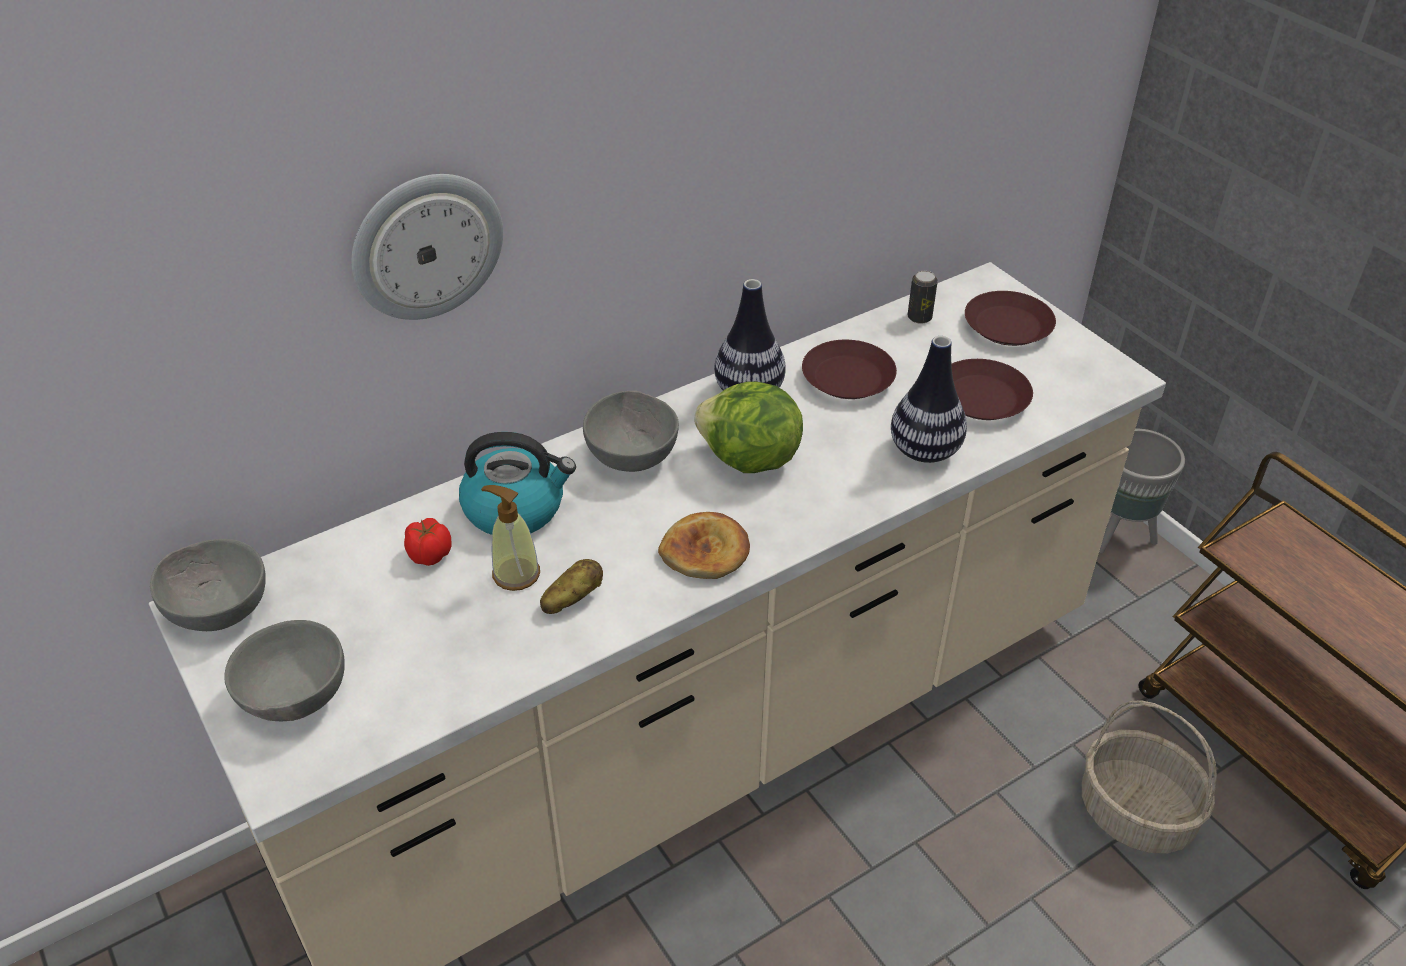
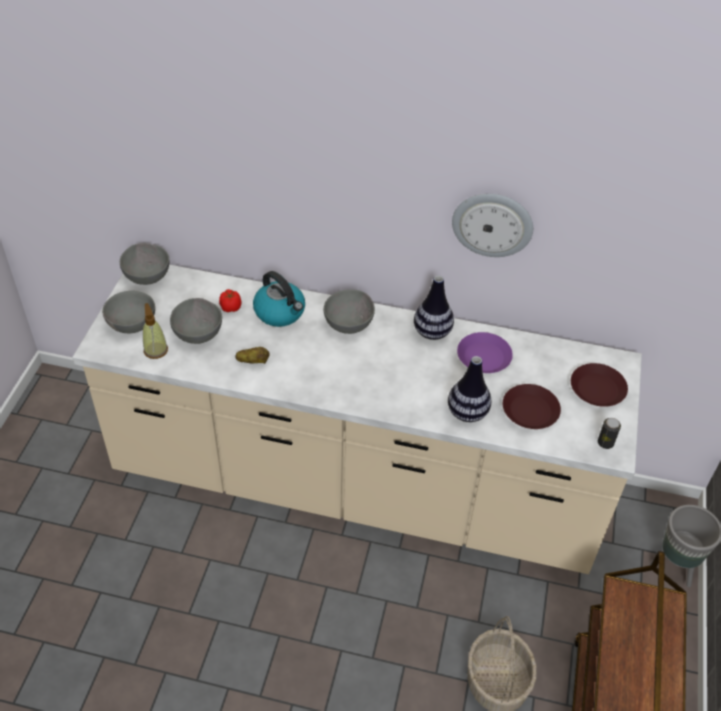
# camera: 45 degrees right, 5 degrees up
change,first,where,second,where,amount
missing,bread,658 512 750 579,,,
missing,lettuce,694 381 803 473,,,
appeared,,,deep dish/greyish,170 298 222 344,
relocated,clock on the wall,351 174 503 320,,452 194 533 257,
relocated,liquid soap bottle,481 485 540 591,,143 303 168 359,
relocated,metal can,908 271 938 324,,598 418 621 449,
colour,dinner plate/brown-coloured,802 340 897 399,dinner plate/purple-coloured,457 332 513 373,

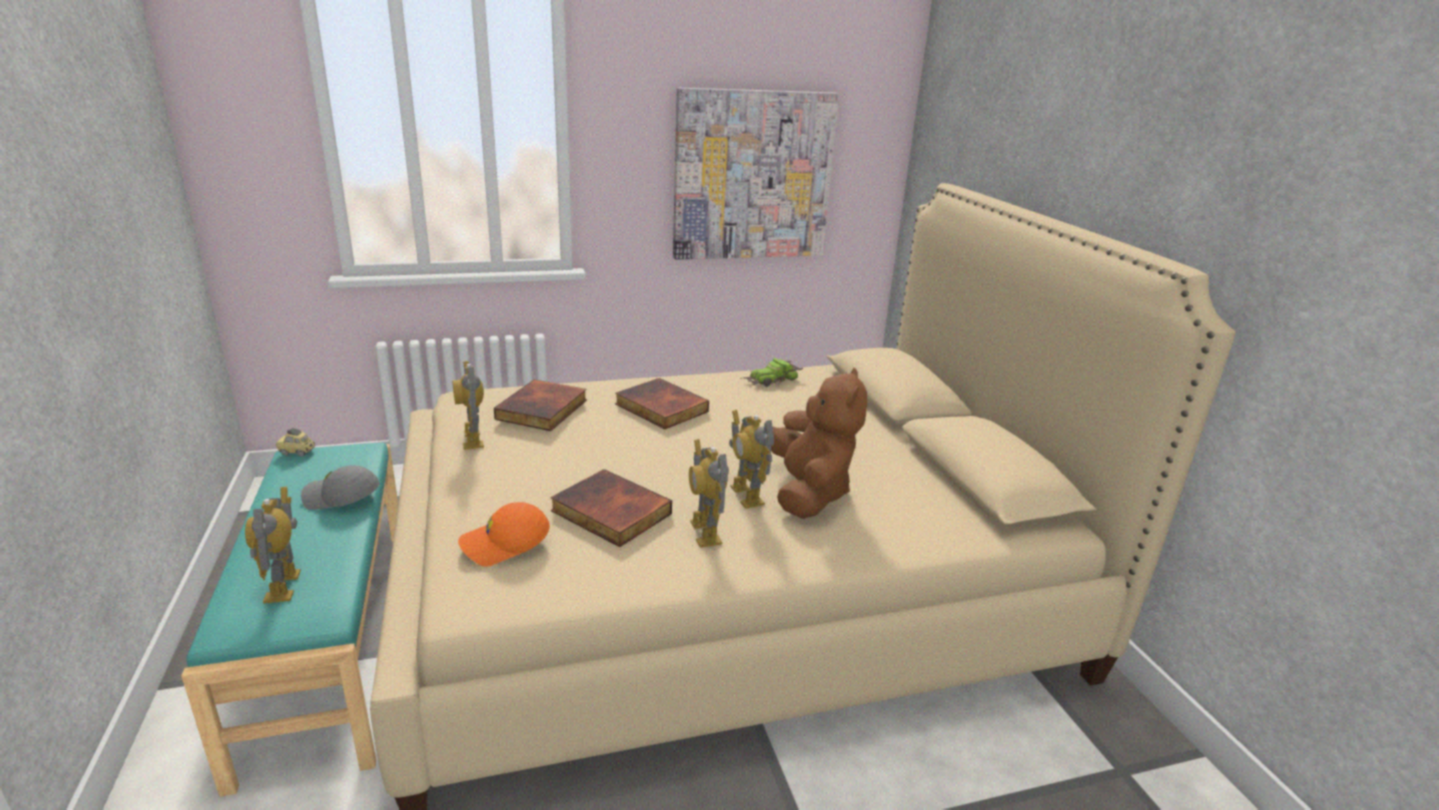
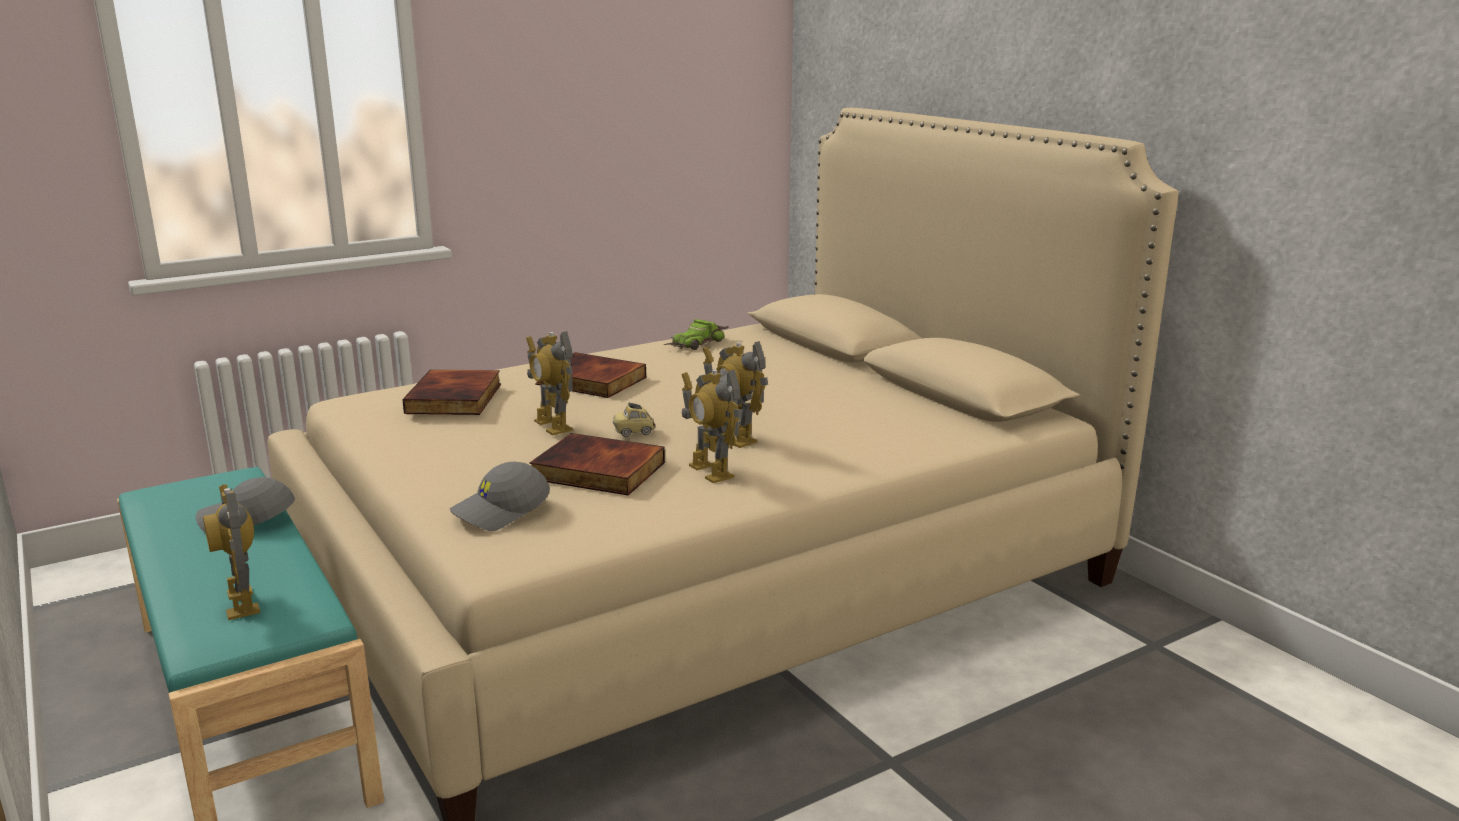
# camera: 15 degrees left, 5 degrees down
change,first,where,second,where,amount
missing,wall picture,673 88 839 260,,,
missing,cuddly toy/brown-coloured,771 368 867 519,,,
relocated,toy car,276 428 316 456,,613 403 655 437,
relocated,model robot,452 361 484 450,,526 331 573 435,
colour,cap/orangey,458 502 550 567,cap/greyish,450 462 550 531,

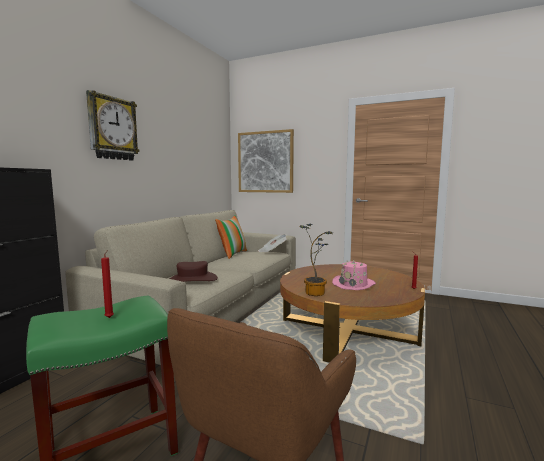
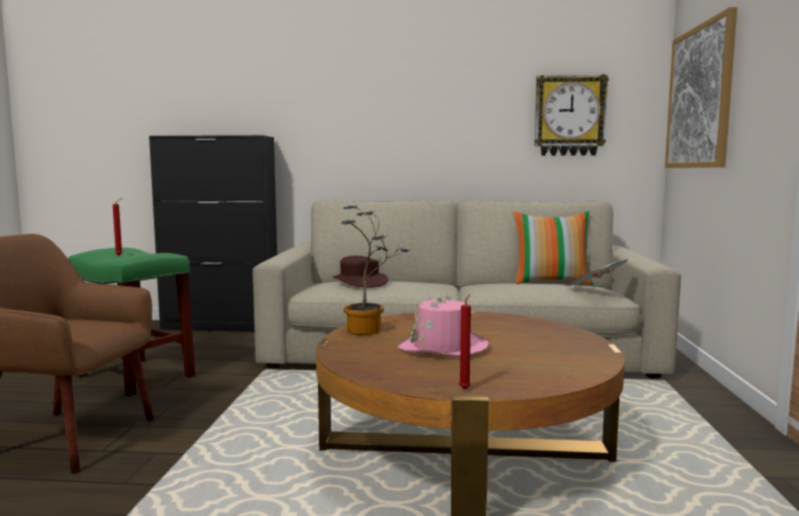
# camera: 70 degrees right, 0 degrees up
change,first,where,second,where,amount
relocated,clock on the wall,86 90 140 161,,534 74 609 156,

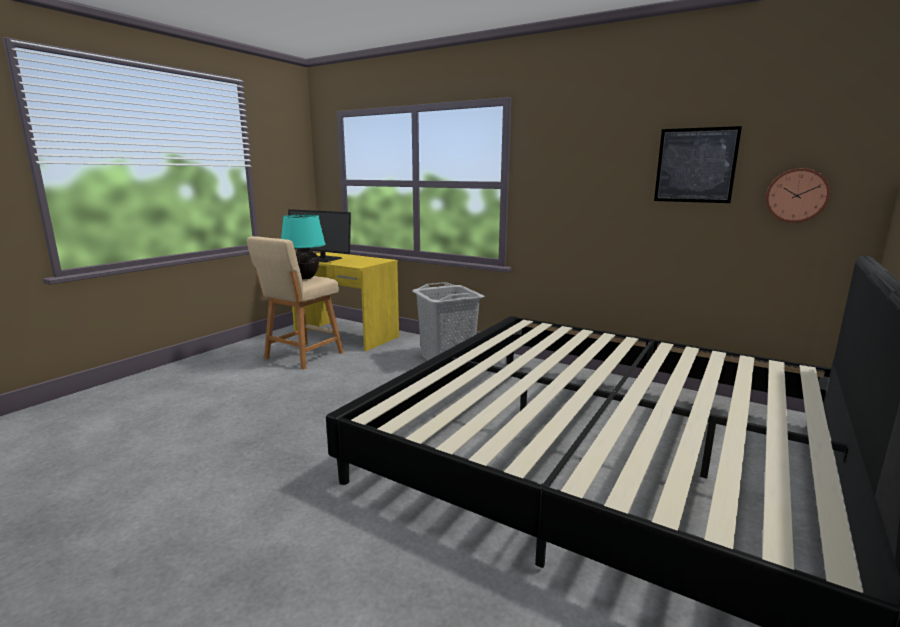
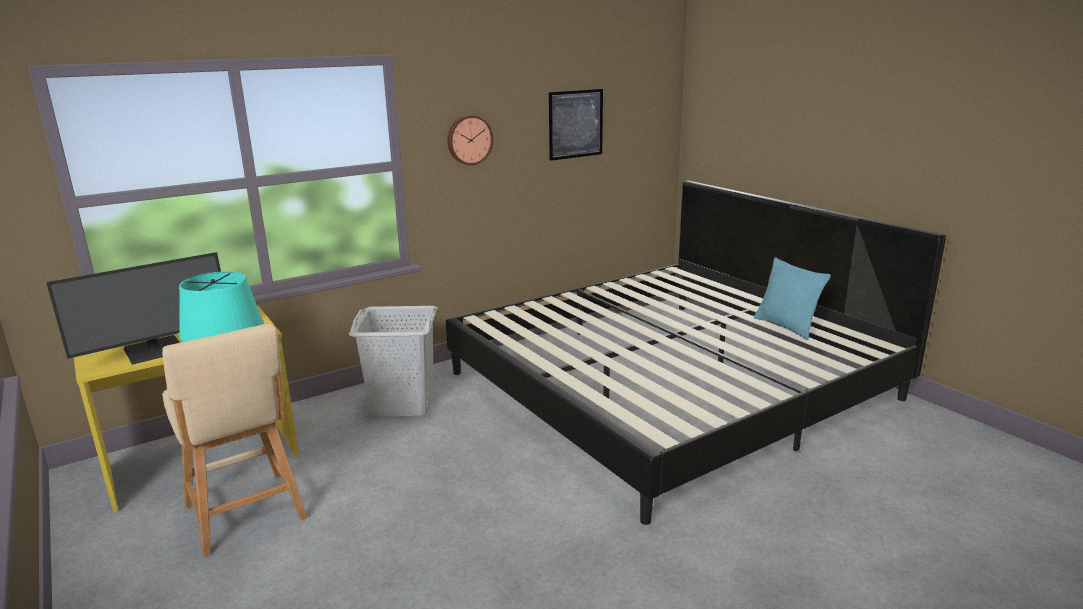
# camera: 65 degrees left, 5 degrees up
change,first,where,second,where,amount
appeared,,,cushion/turquoise,754 257 831 340,
relocated,clock on the wall,766 168 830 223,,447 115 493 165,

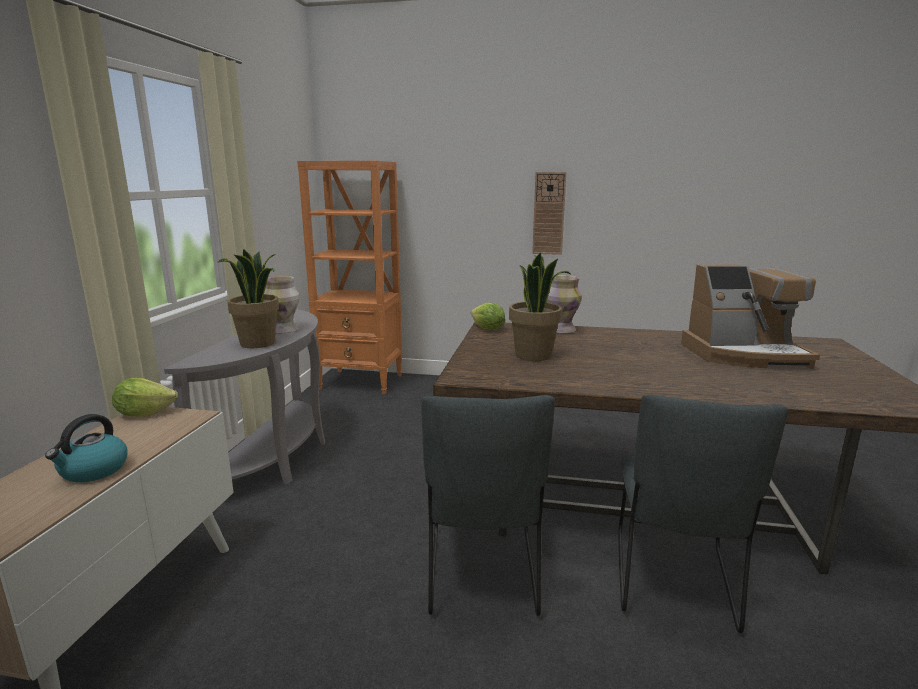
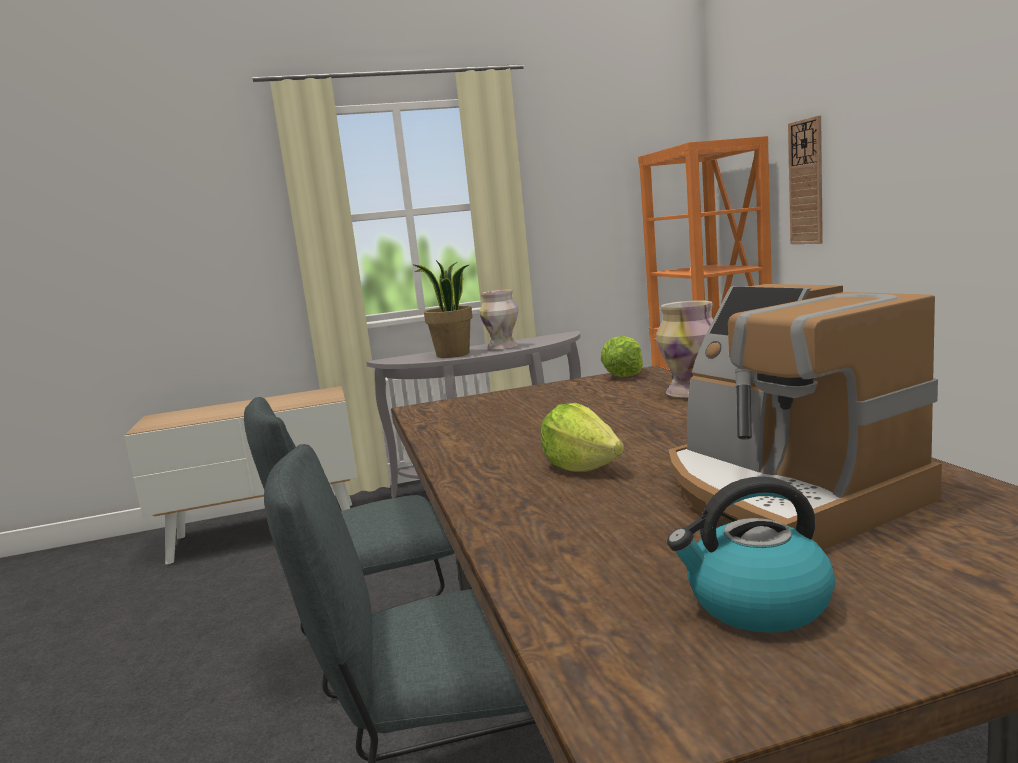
# camera: 65 degrees right, 5 degrees down
change,first,where,second,where,amount
missing,houseplant,509 252 571 361,,,
relocated,kettle,45 414 128 482,,667 476 835 633,
relocated,lettuce,112 378 178 417,,541 403 624 472,
relocated,clock on the wall,532 172 566 255,,788 115 823 244,

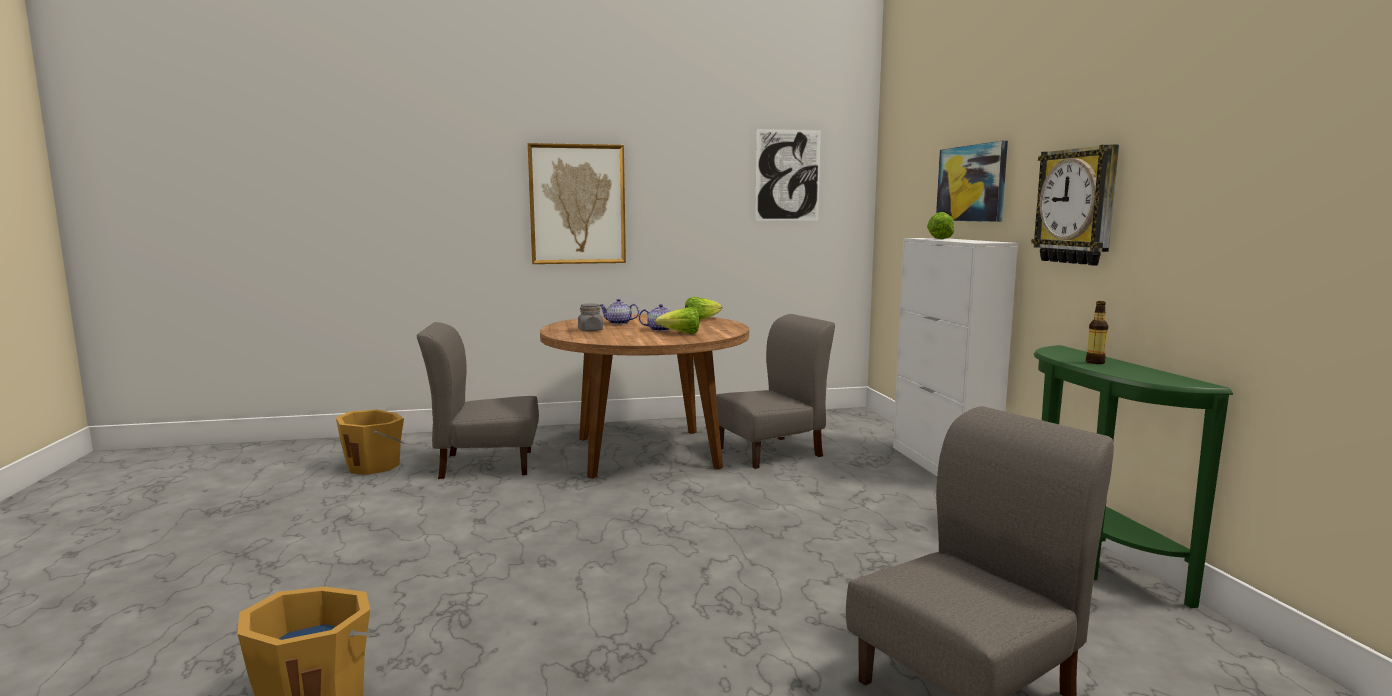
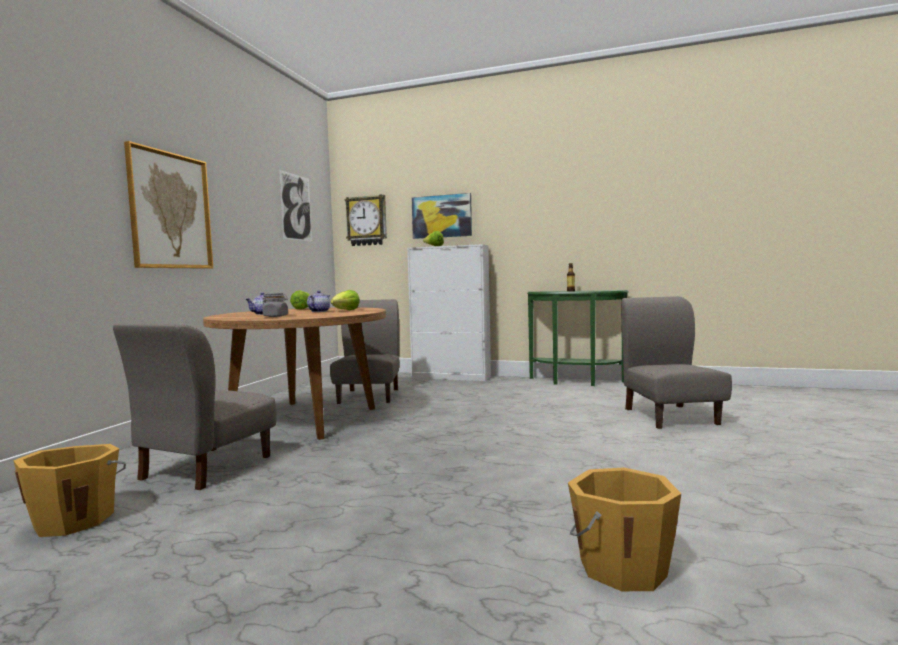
# camera: 60 degrees left, 5 degrees down
change,first,where,second,where,amount
relocated,clock on the wall,1031 144 1119 266,,345 195 387 246,

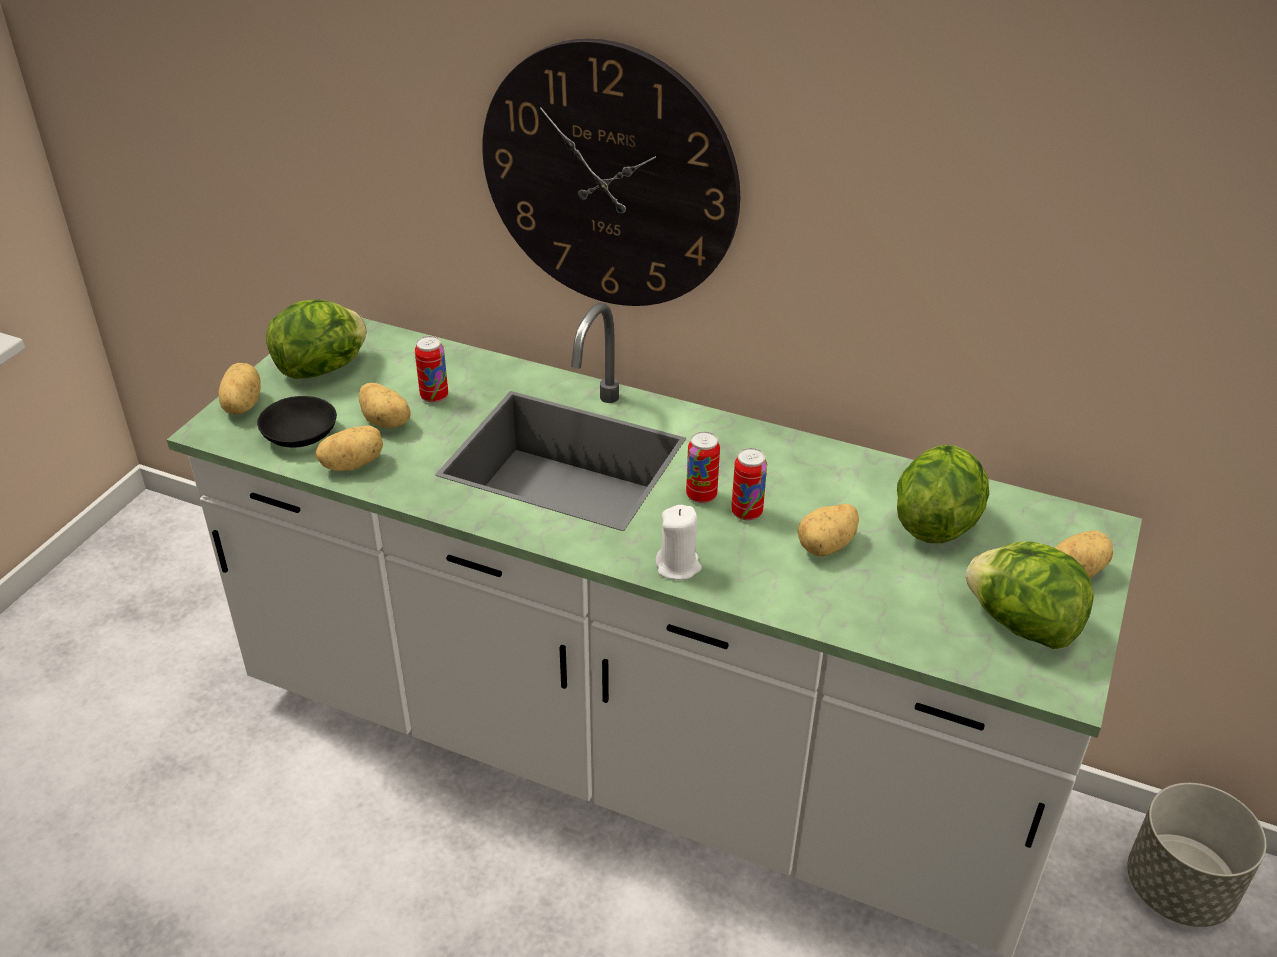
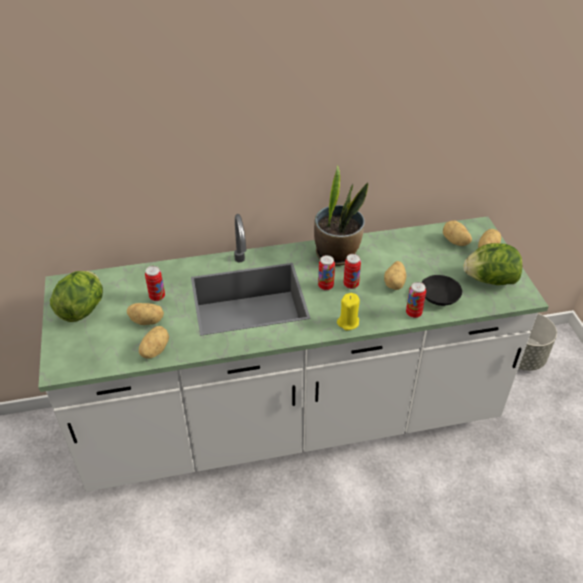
# camera: 35 degrees left, 5 degrees up
change,first,where,second,where,amount
missing,clock on the wall,482 39 740 306,,,
missing,lettuce,897 445 989 543,,,
appeared,,,houseplant,314 165 368 266,
appeared,,,metal can,406 282 426 318,
relocated,whole potato,218 363 260 414,,443 220 472 246,
relocated,deep dish/black-coloured,257 396 337 448,,421 275 462 306,
colour,wax light/white,656 505 702 580,wax light/yellow-coloured,337 293 360 330,

